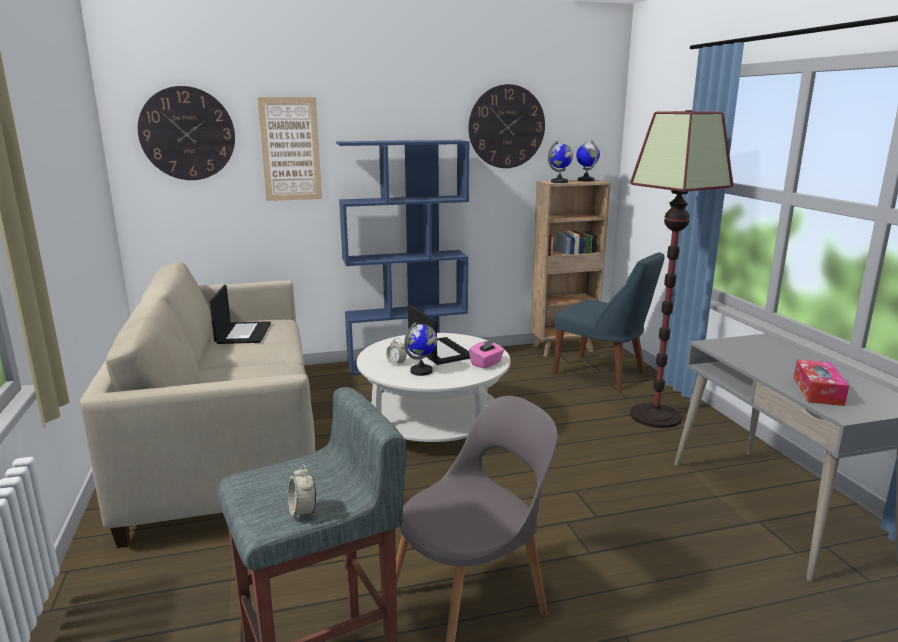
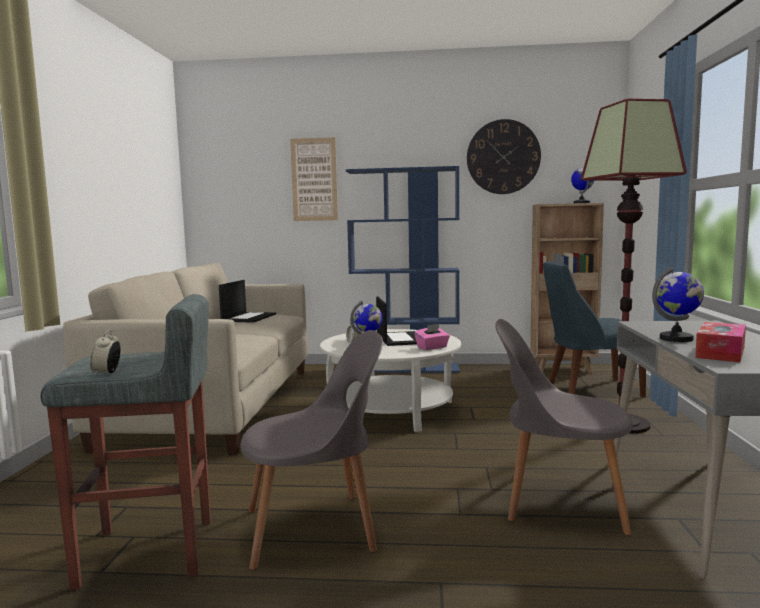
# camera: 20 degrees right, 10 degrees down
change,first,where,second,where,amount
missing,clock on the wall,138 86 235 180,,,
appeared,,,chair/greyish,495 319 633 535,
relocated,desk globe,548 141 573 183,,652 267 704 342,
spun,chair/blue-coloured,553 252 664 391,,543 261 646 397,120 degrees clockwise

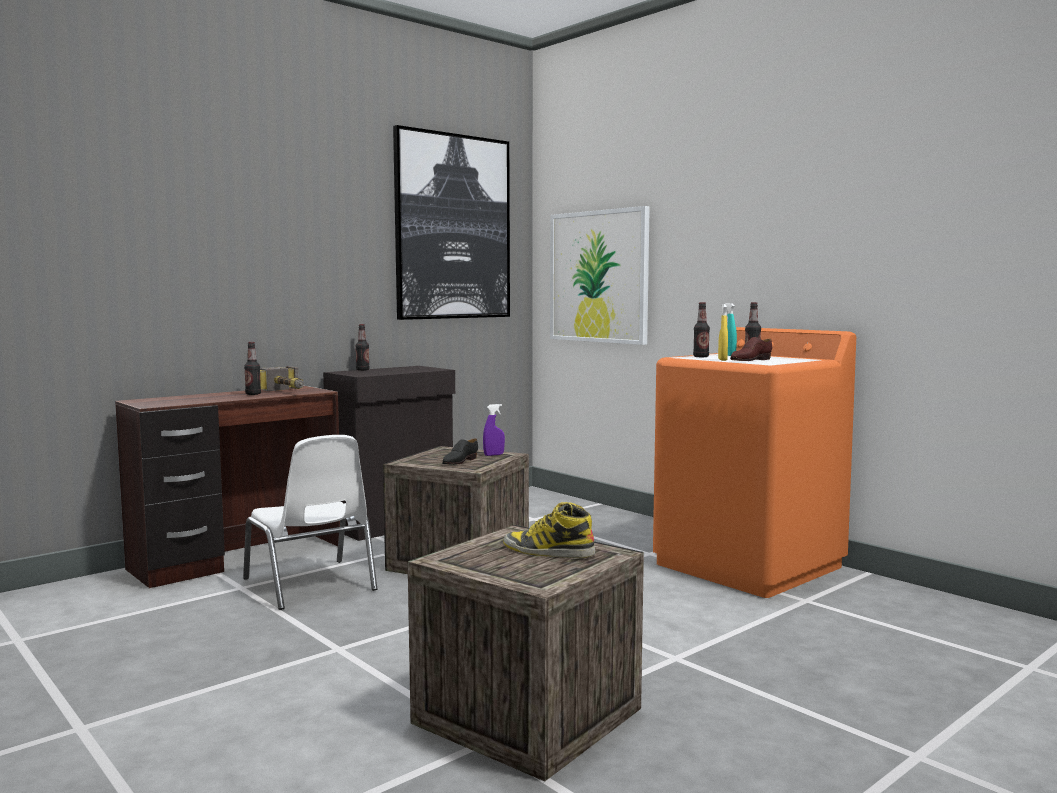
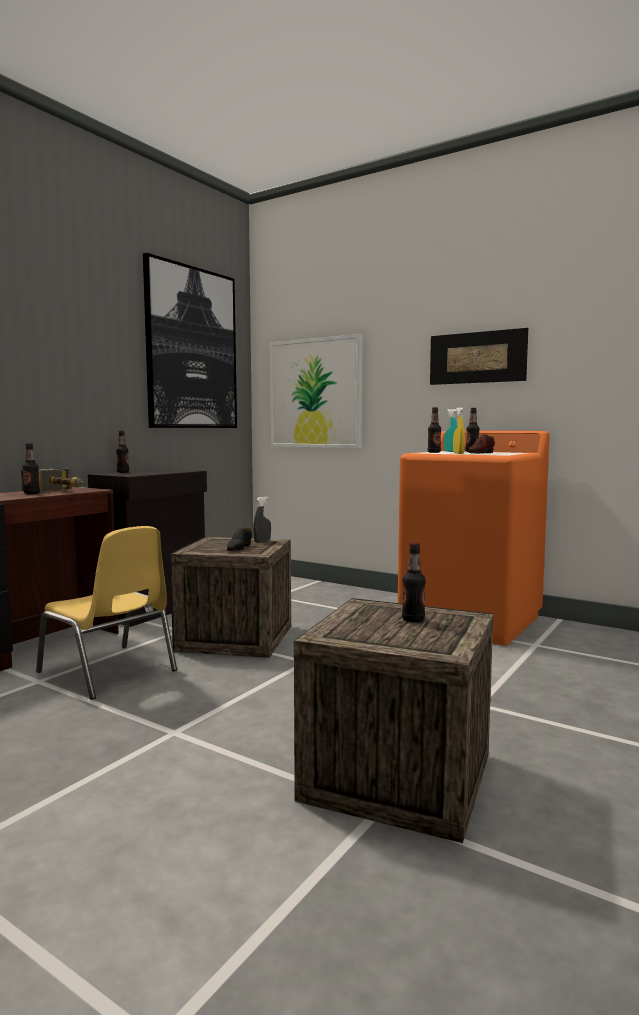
# camera: 15 degrees left, 0 degrees up
change,first,where,second,where,amount
appeared,,,wall picture,430 328 528 385,
exchanged,high-top boot,503 502 595 558,beverage bottle,402 543 426 622,
colour,chair/white,243 435 377 610,chair/yellow-coloured,36 526 177 699,
colour,spray bottle/purple-coloured,483 404 505 456,spray bottle/greyish,253 497 271 543,

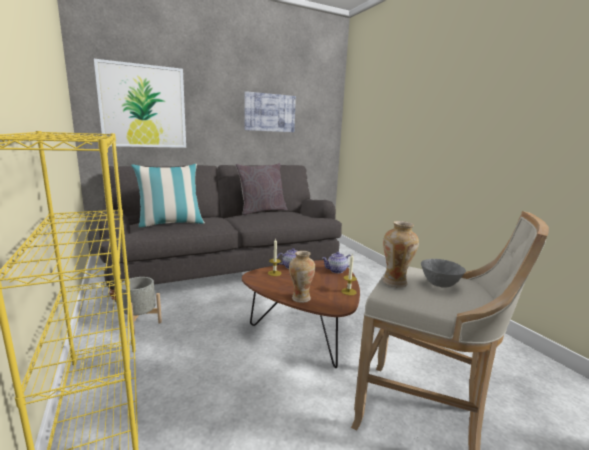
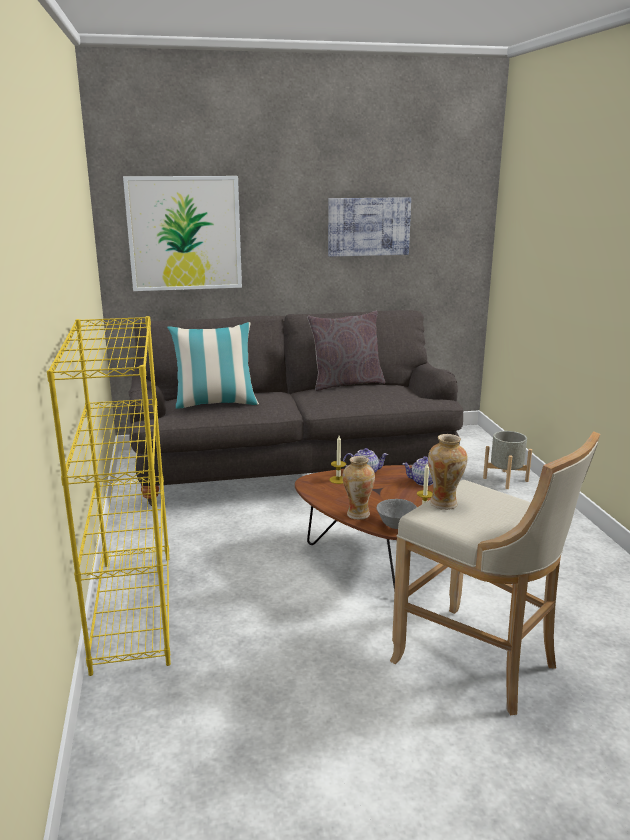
# camera: 15 degrees right, 5 degrees up
change,first,where,second,where,amount
relocated,flower pot/greyish,122 277 162 334,,483 431 532 489,
relocated,deep dish/greyish,421 259 466 288,,377 499 417 529,

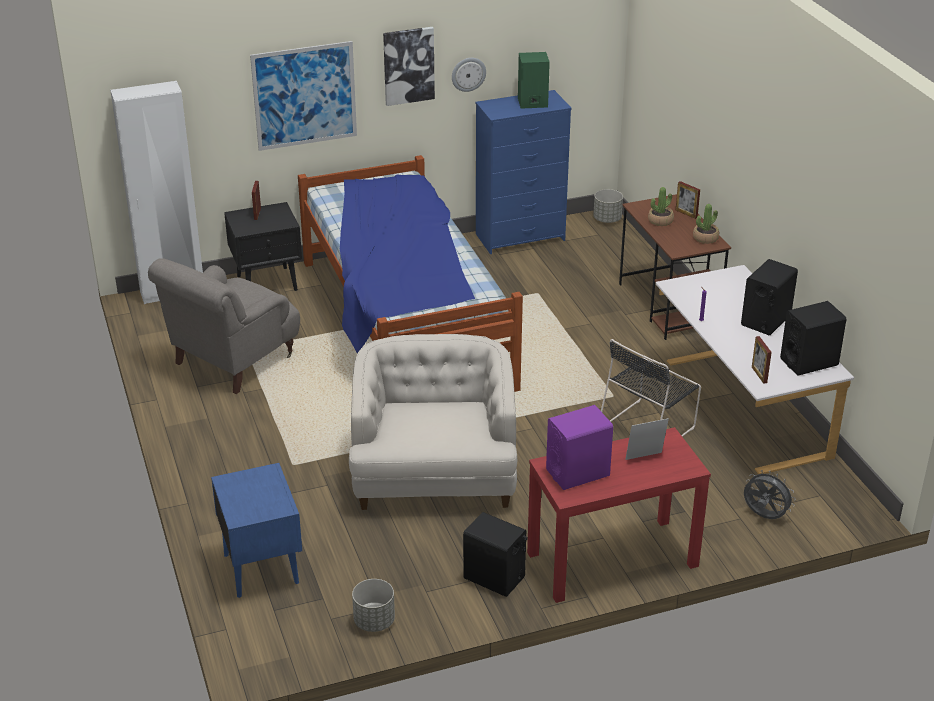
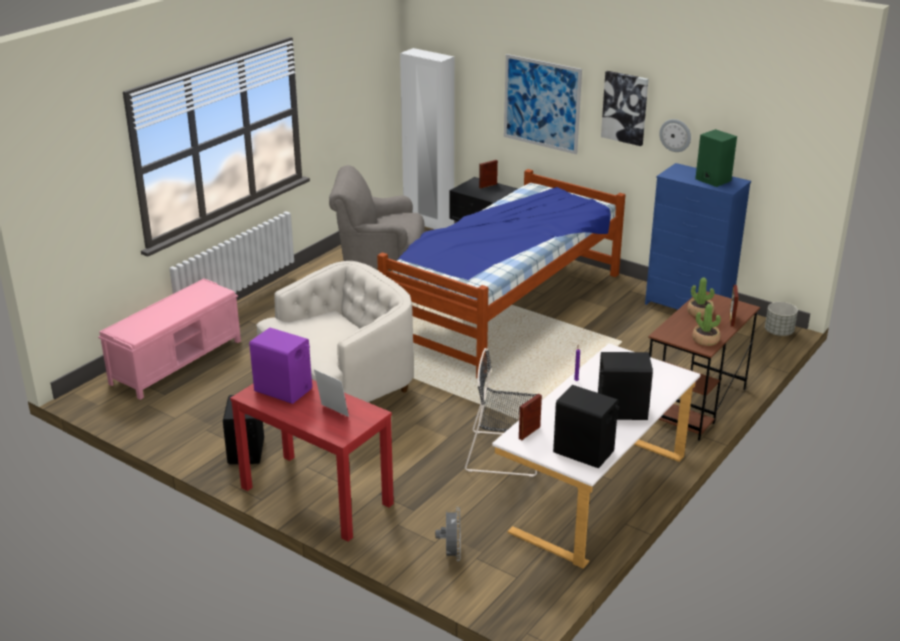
# camera: 55 degrees right, 5 degrees down
change,first,where,second,where,amount
missing,flower pot/greyish,352 579 395 632,,,
exchanged,bedside table/blue-coloured,211 463 302 598,long seat/pinkish,99 278 241 400,

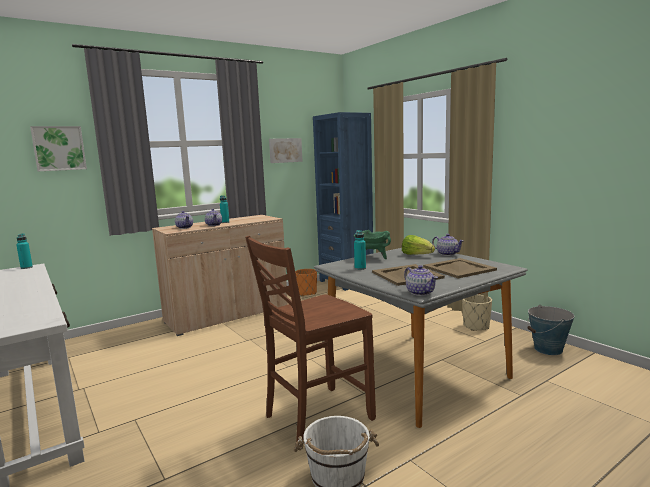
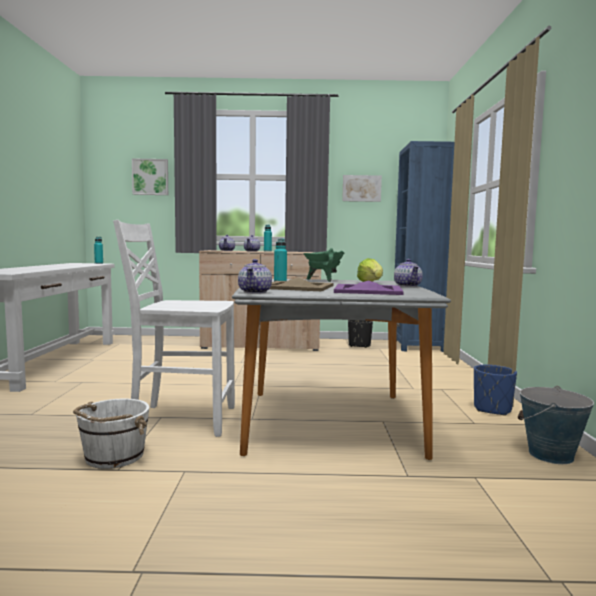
# camera: 35 degrees right, 5 degrees down
change,first,where,second,where,amount
colour,chair/brown-coloured,245 236 376 442,chair/white,113 220 235 437,
colour,flower pot/orangey,295 269 317 296,flower pot/black-coloured,348 320 373 348,
colour,serving tray/sand-coloured,423 258 497 278,serving tray/purple-coloured,334 280 404 295,
colour,flower pot/sand-coloured,462 294 492 331,flower pot/blue-coloured,474 365 517 416,

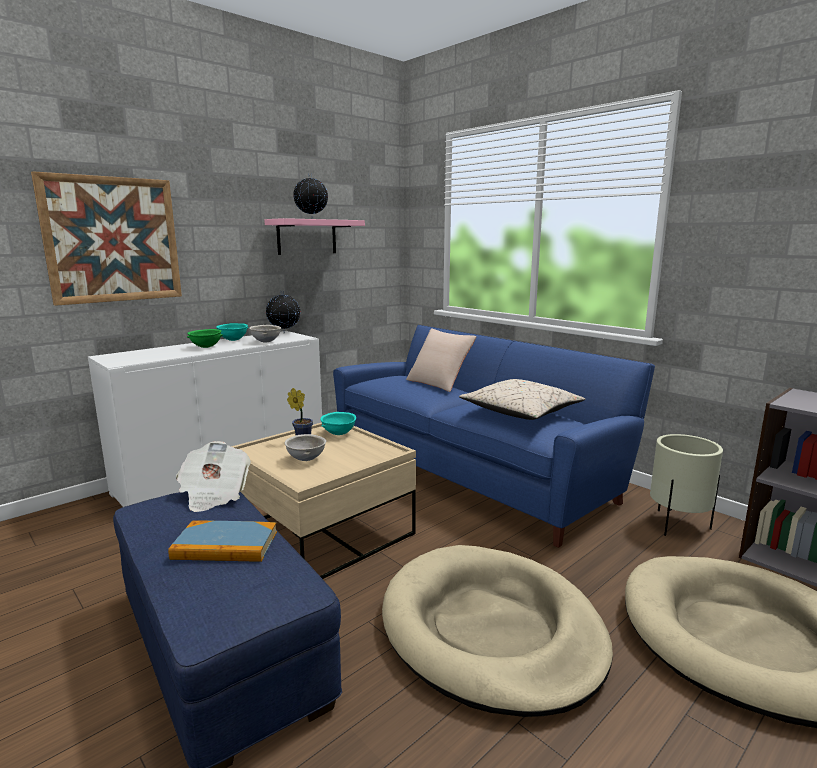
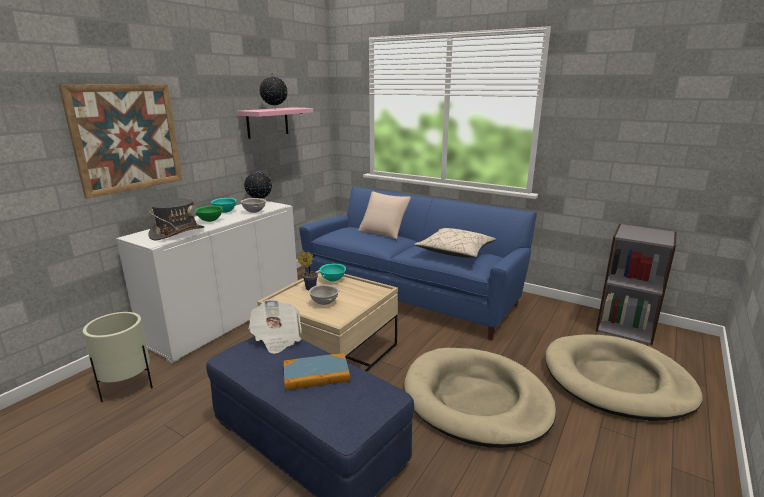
# camera: 15 degrees left, 5 degrees up
change,first,where,second,where,amount
appeared,,,hat/greyish,149 198 205 241,
relocated,flower pot/sand-coloured,650 434 723 536,,83 312 153 402,

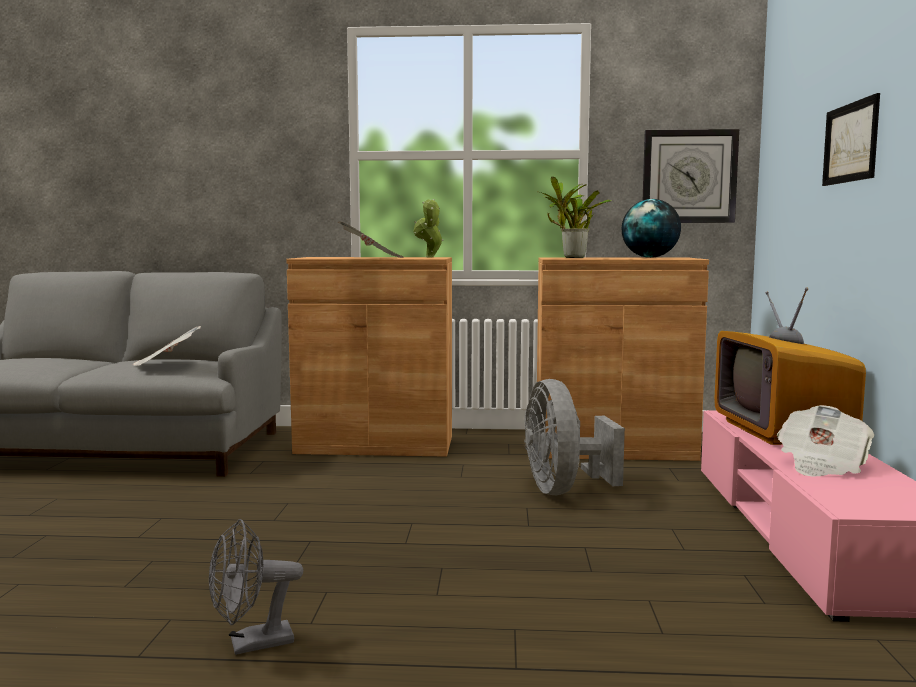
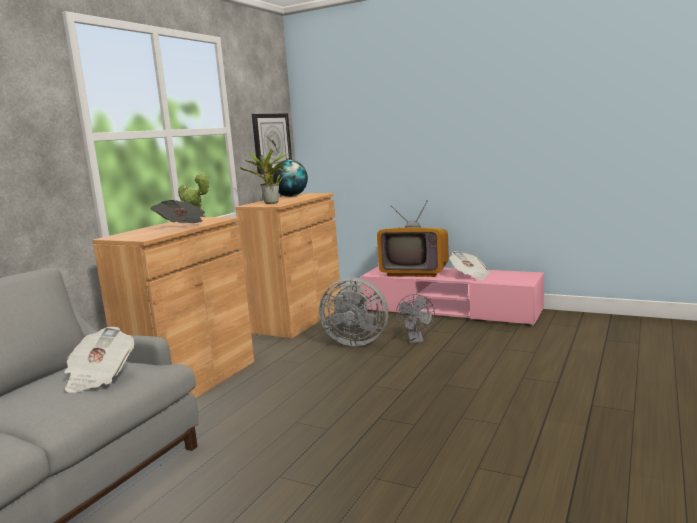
# camera: 65 degrees left, 5 degrees up
change,first,where,second,where,amount
missing,wall picture,822 93 880 186,,,
relocated,electric fan/greyish,209 519 303 655,,396 294 435 343,

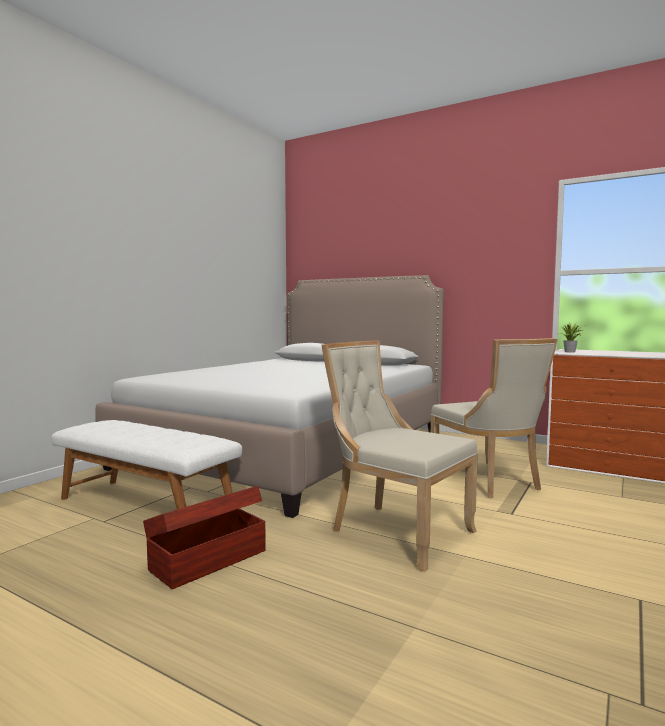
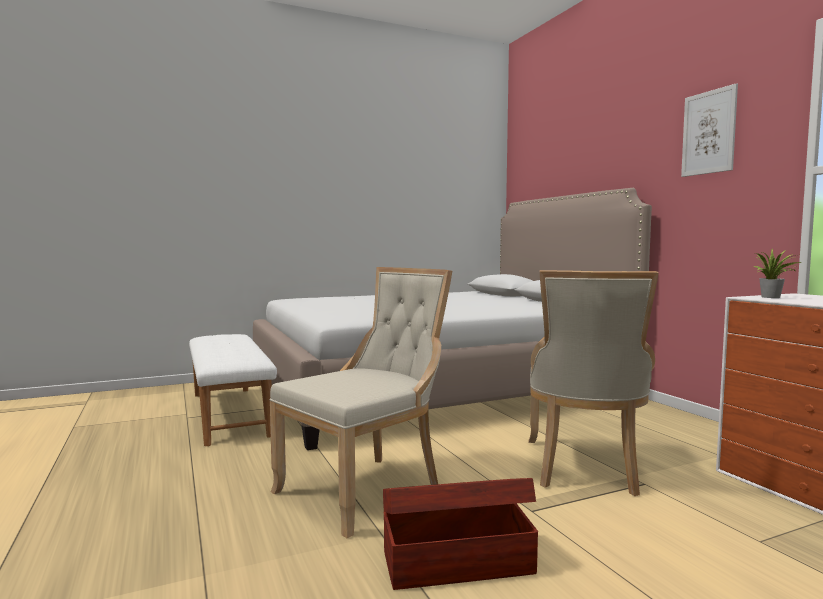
# camera: 35 degrees right, 0 degrees up
change,first,where,second,where,amount
appeared,,,wall picture,681 83 738 177,
relocated,storage container/brown-coloured,143 486 266 589,,383 478 538 590,
spun,chair/sand-coloured,321 340 478 572,,269 267 452 538,60 degrees clockwise

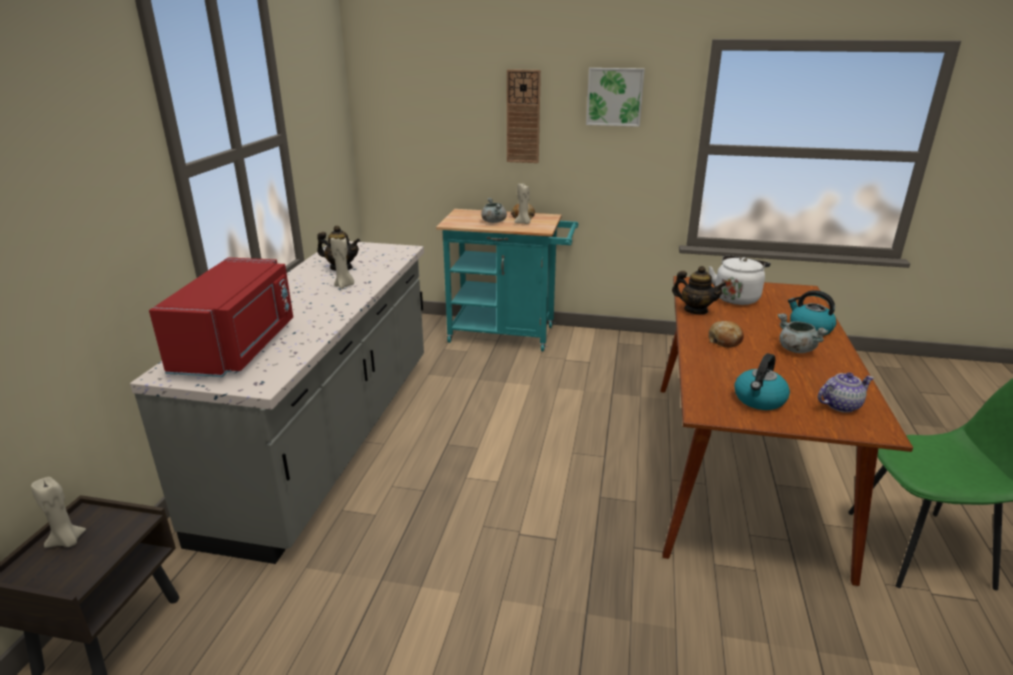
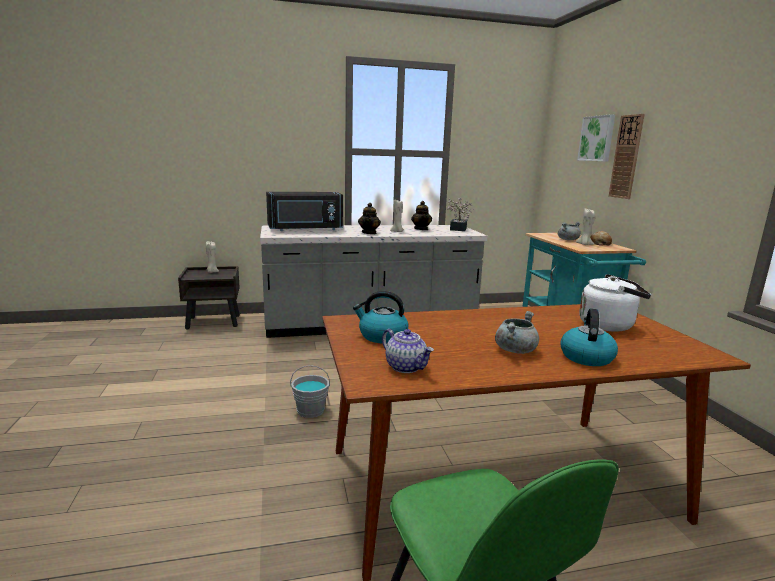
# camera: 65 degrees right, 10 degrees down
change,first,where,second,where,amount
missing,bread,709 321 744 348,,,
appeared,,,bucket/greyish,290 365 330 418,
appeared,,,houseplant,447 198 474 231,
relocated,wall picture,586 68 645 127,,577 114 615 162,
relocated,pot for tea,672 266 726 314,,358 203 381 234,
colour,kitchen microwave/reddish,149 257 293 377,kitchen microwave/black-coloured,266 192 343 231,

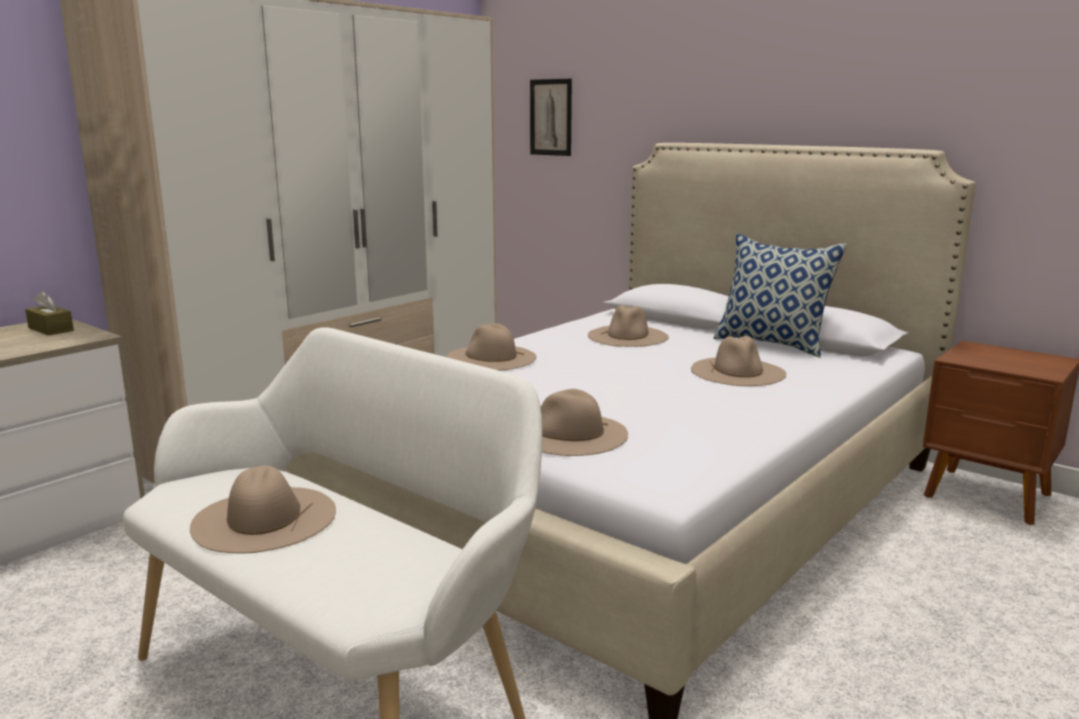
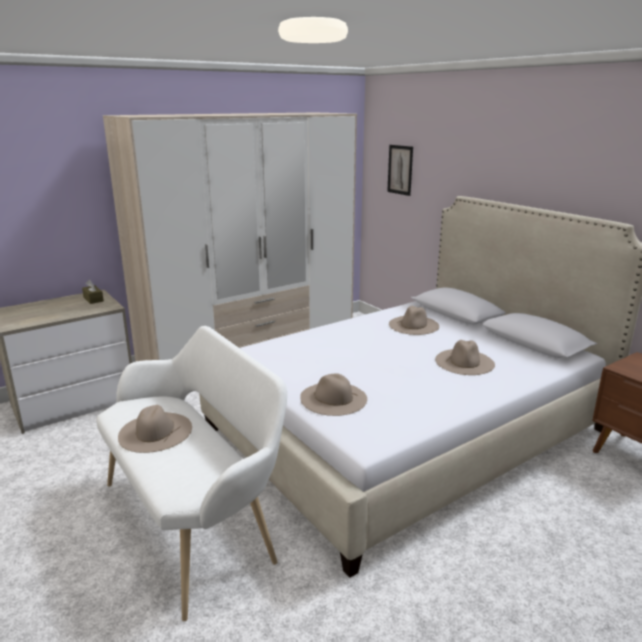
# camera: 15 degrees right, 5 degrees up
change,first,where,second,where,amount
missing,hat/sand-coloured,447 323 536 371,,,
missing,cushion,714 234 847 357,,,

